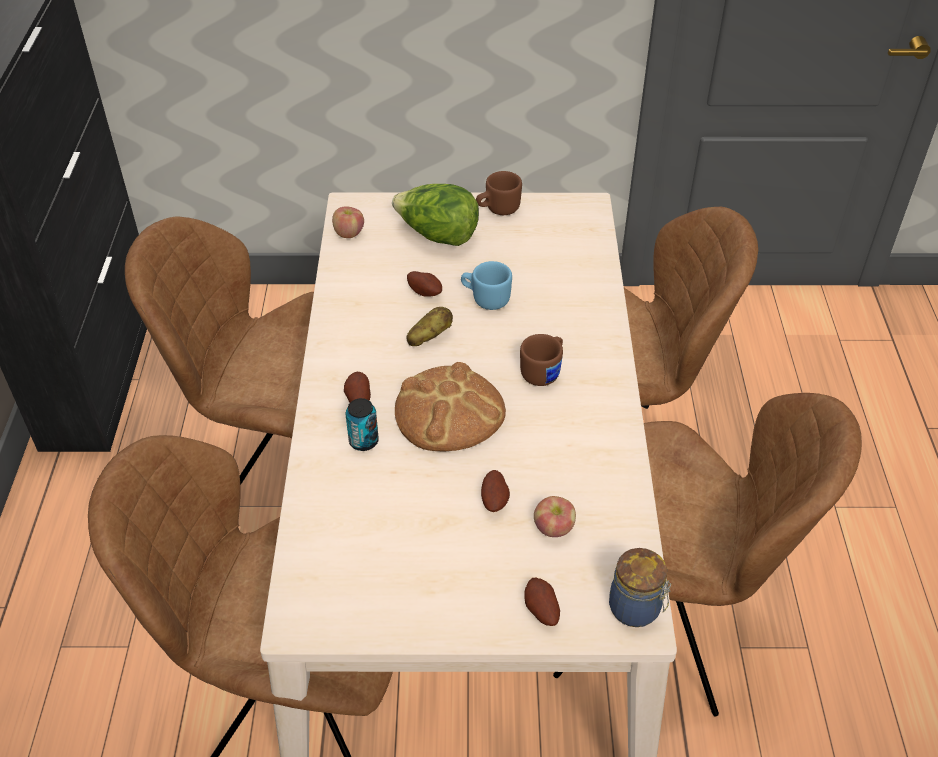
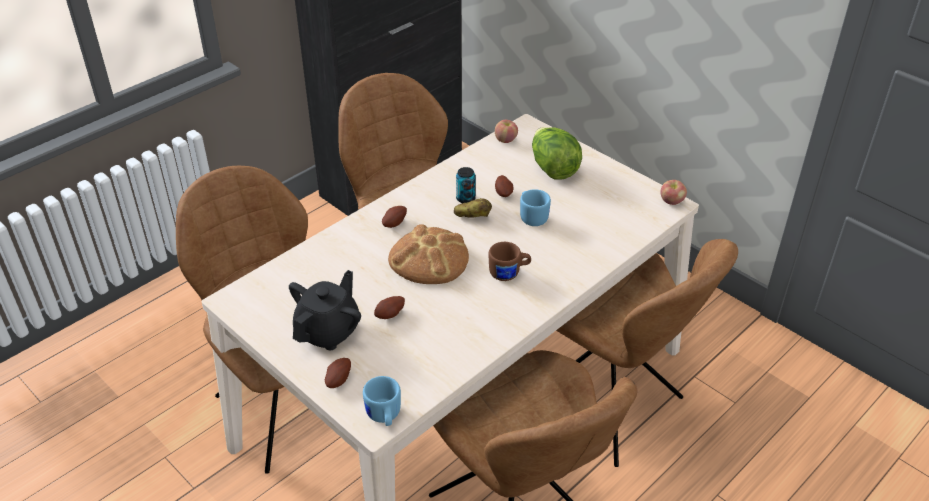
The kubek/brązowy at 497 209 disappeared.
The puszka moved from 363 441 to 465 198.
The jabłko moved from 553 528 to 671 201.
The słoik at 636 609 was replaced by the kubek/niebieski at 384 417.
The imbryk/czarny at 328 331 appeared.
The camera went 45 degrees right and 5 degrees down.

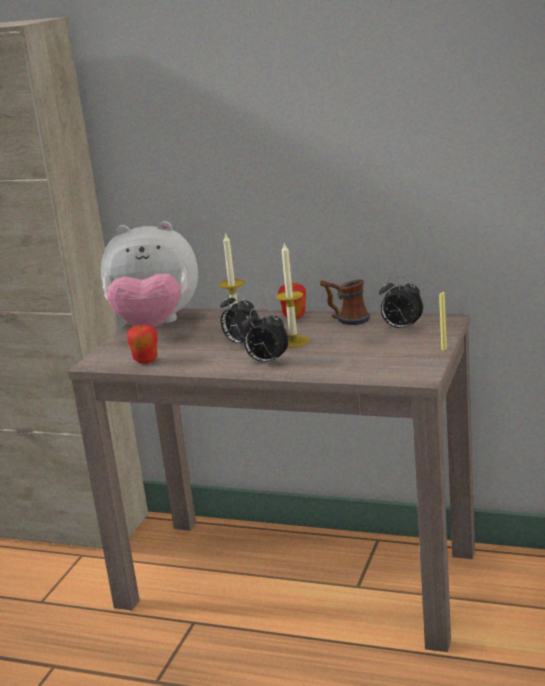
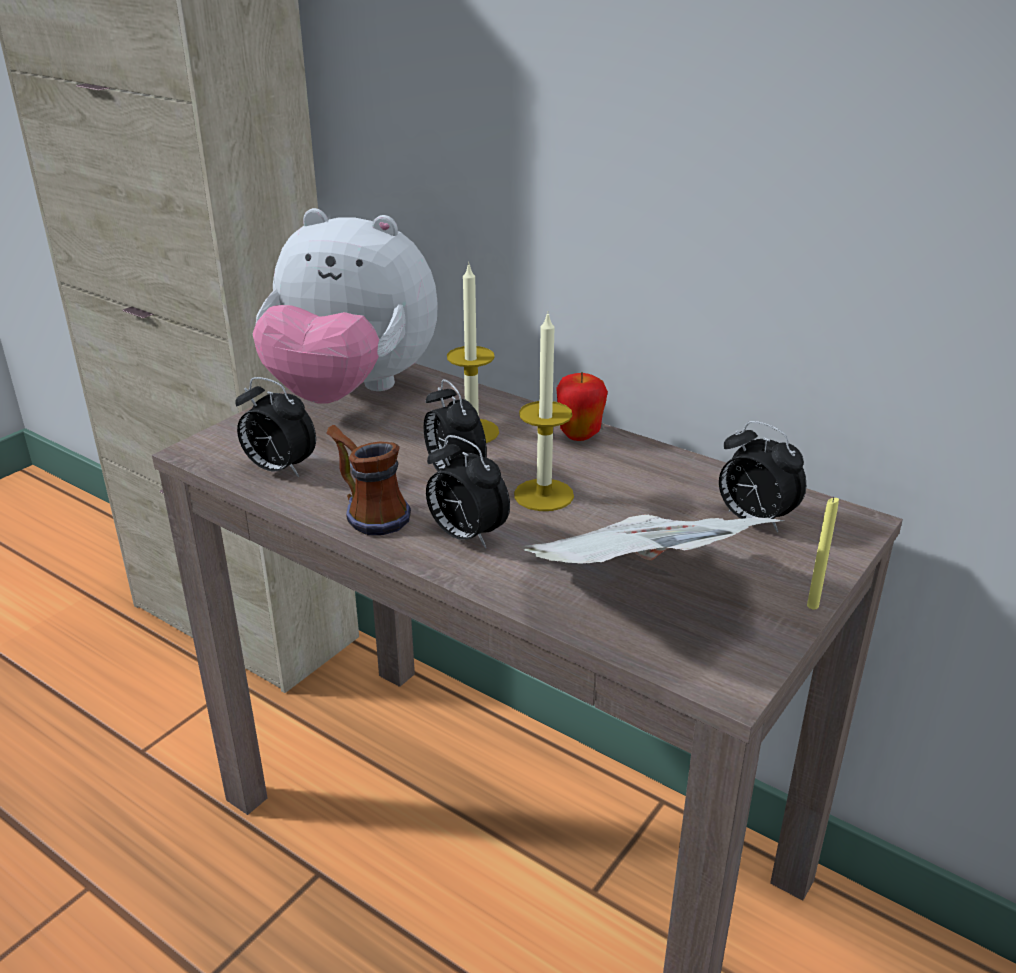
The kubek moved from 346 319 to 367 512.
The jabłko at 146 361 was replaced by the budzik at 279 469.
The gazeta at 640 590 appeared.
The camera went 15 degrees right and 10 degrees up.

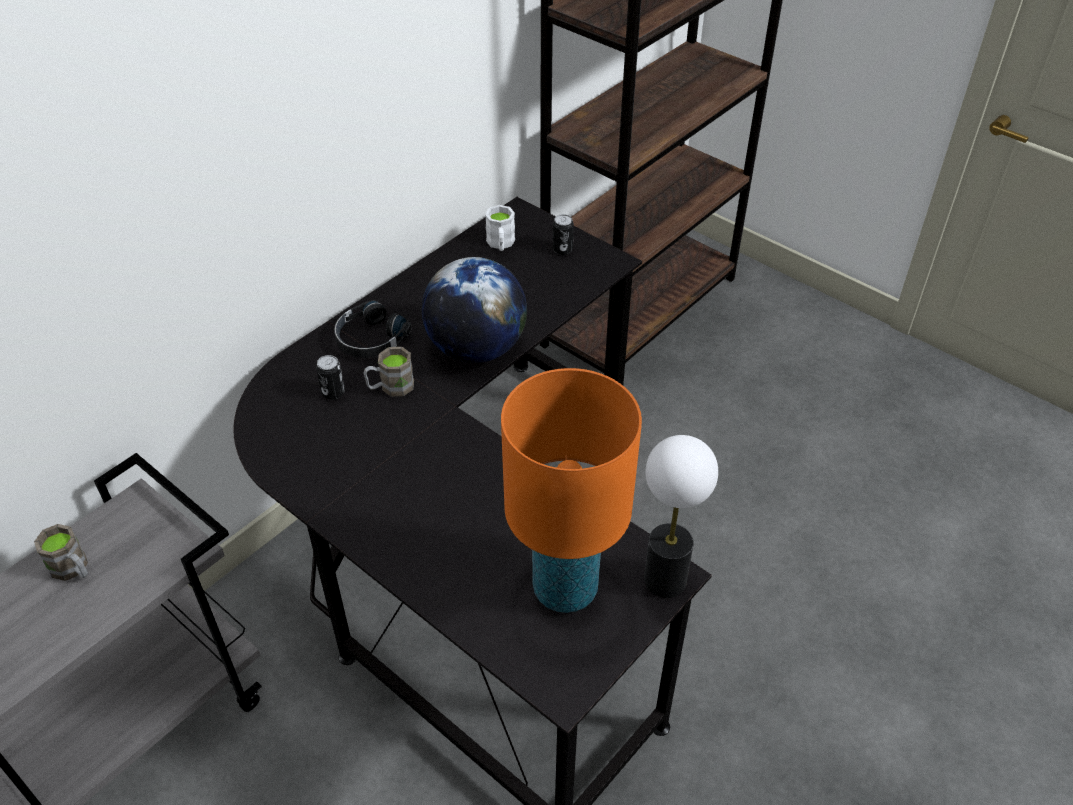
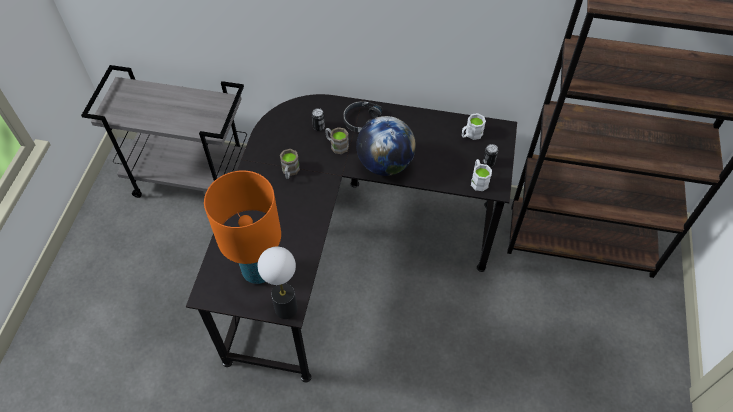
The kubek/brązowy moved from 73 569 to 290 172.
The kubek/biały at 478 180 appeared.
The camera went 60 degrees right and 10 degrees up.

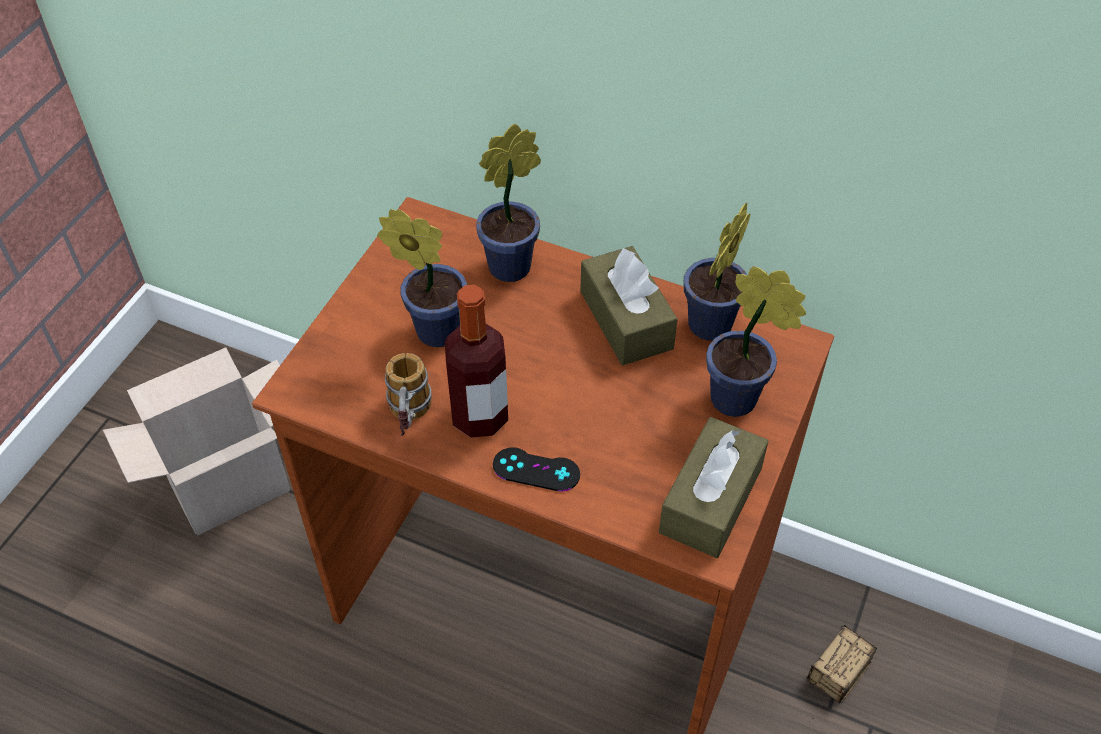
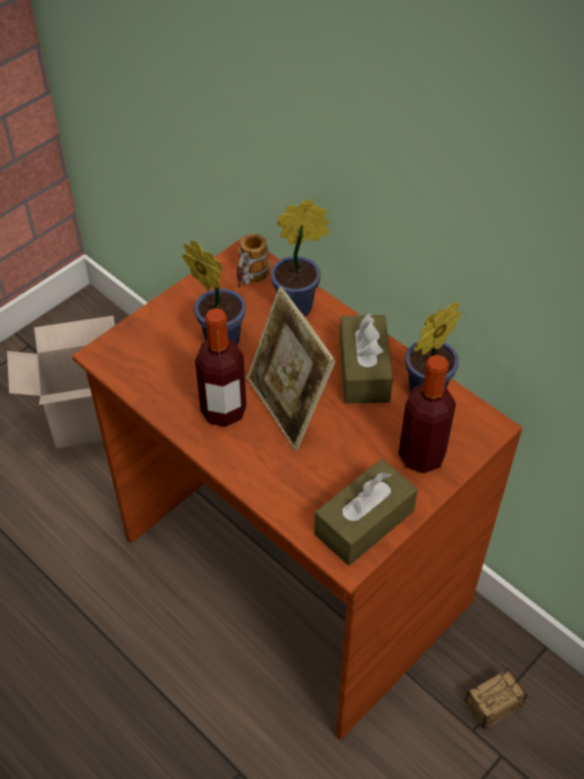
The roślina doniczkowa at 739 401 was replaced by the butelka at 421 456.
The kubek moved from 409 420 to 250 282.
The pad do gier/czarny at 536 470 disappeared.
The ramka na zdjęcie at 288 407 appeared.
The camera went 20 degrees right and 0 degrees up.

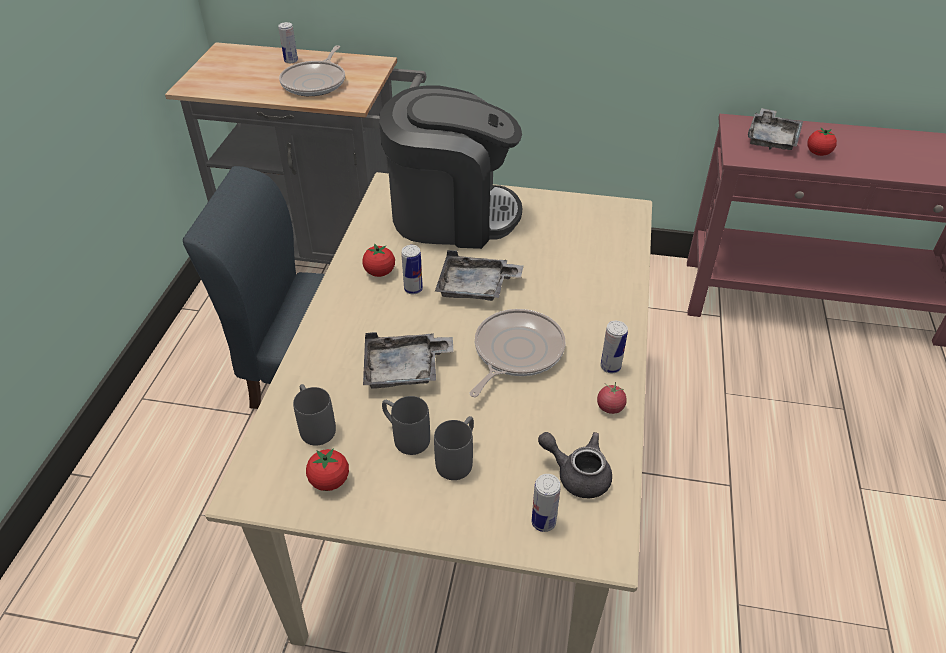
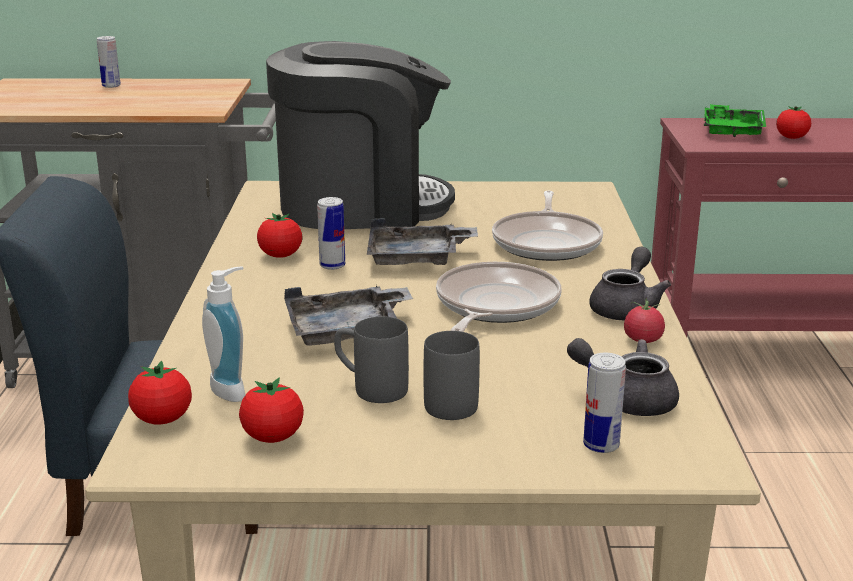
The patelnia moved from 315 82 to 547 242.
The taca/szary at 771 138 became the taca/zielony at 732 131.
The puszka at 610 367 was replaced by the imbryk/szary at 626 308.
The kubek/szary at 315 426 was replaced by the dozownik mydła at 233 389.
The pomidor at 162 419 appeared.
The camera went 10 degrees left and 20 degrees down.

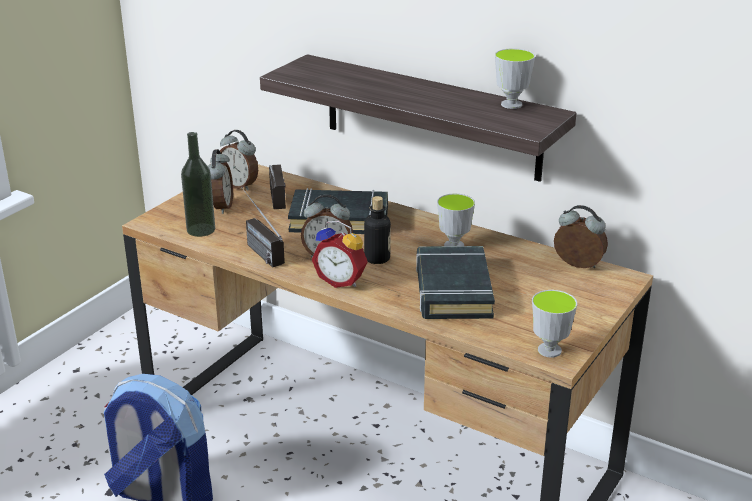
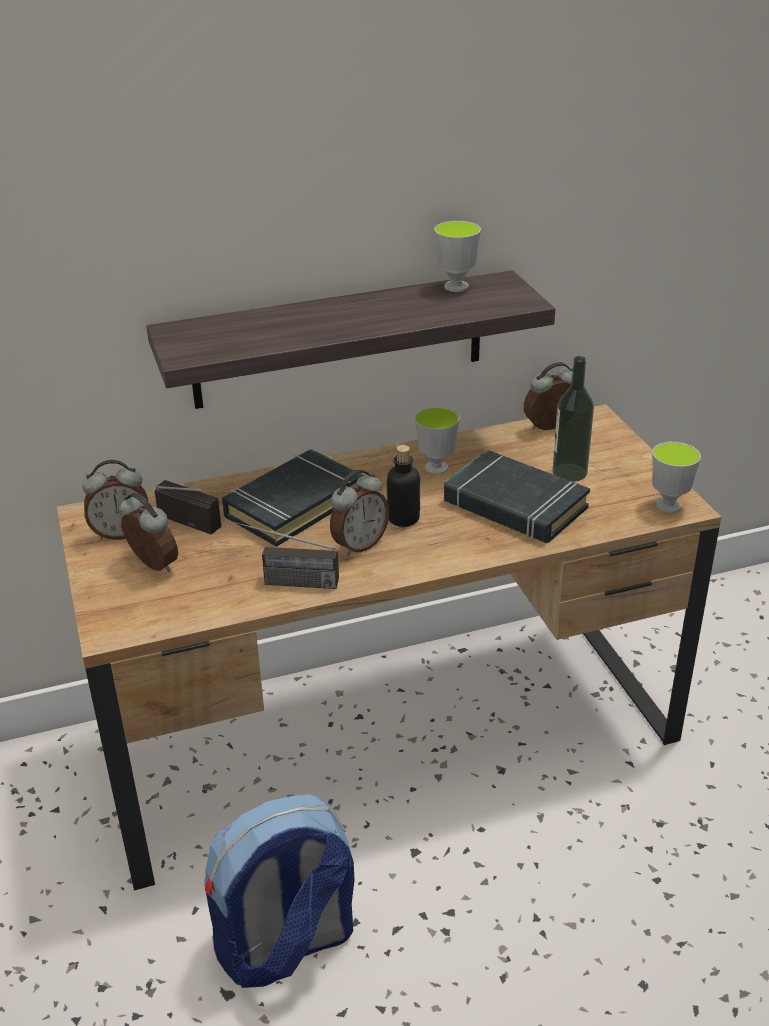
The butelka moved from 201 230 to 569 472.
The budzik at 341 281 disappeared.
The camera went 50 degrees left and 5 degrees up.

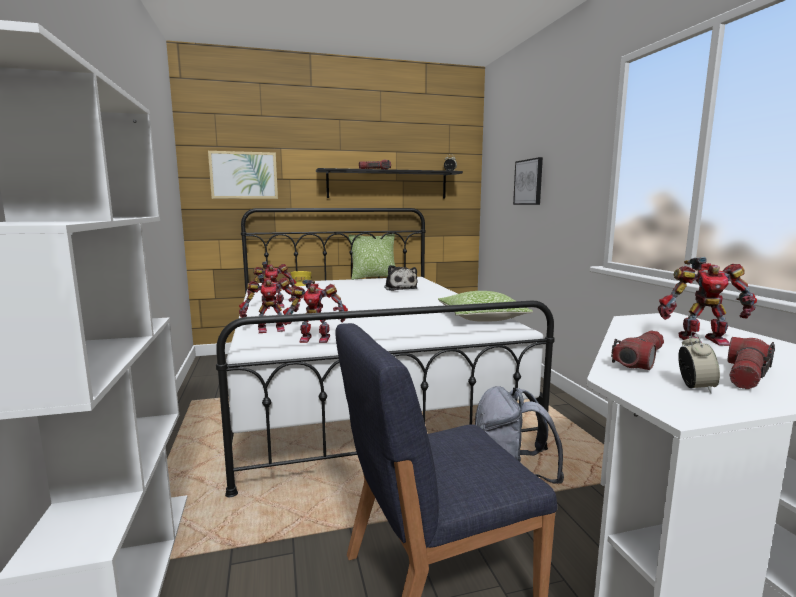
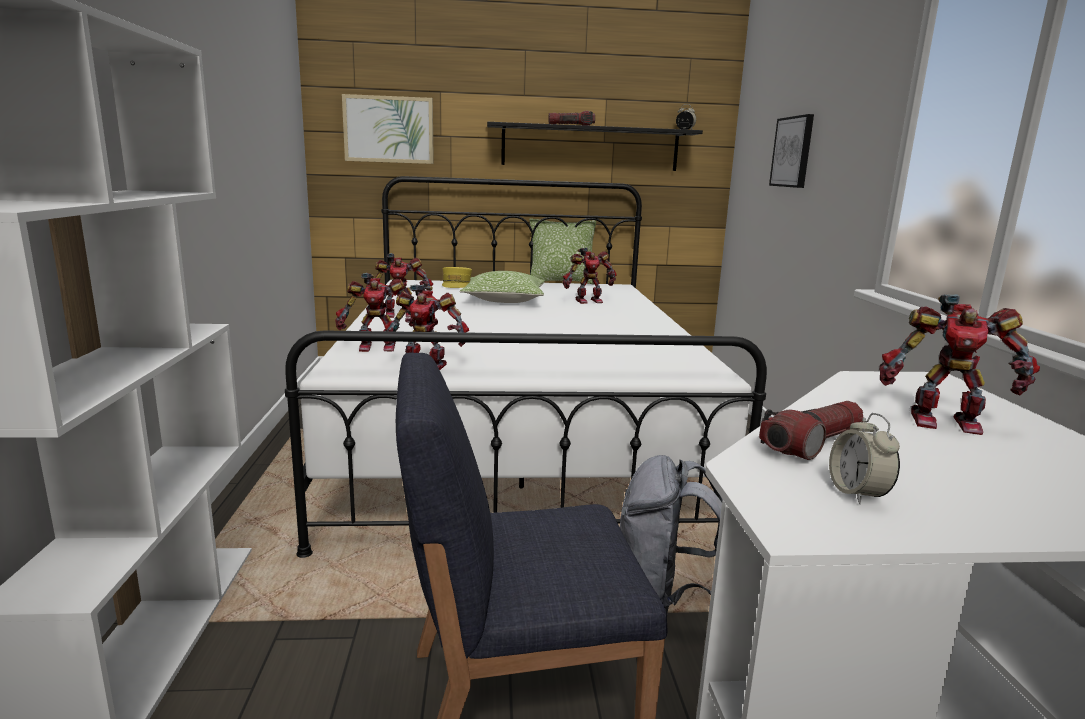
The pluszak at 400 288 was replaced by the robot zabawkowy at 588 301.
The poduszka moved from 481 318 to 504 300.
The budzik at 695 387 turned 150 degrees clockwise.
The latarka at 746 375 disappeared.
The camera went 10 degrees right and 5 degrees up.

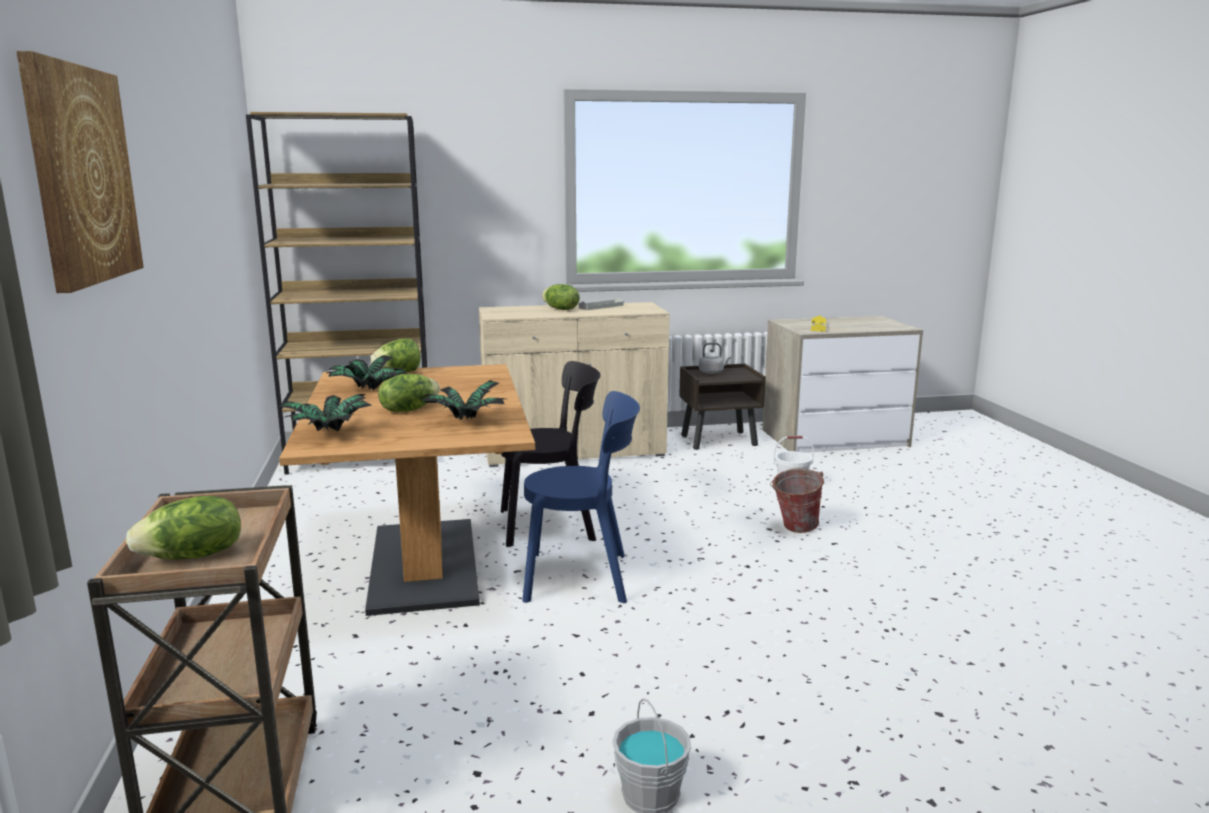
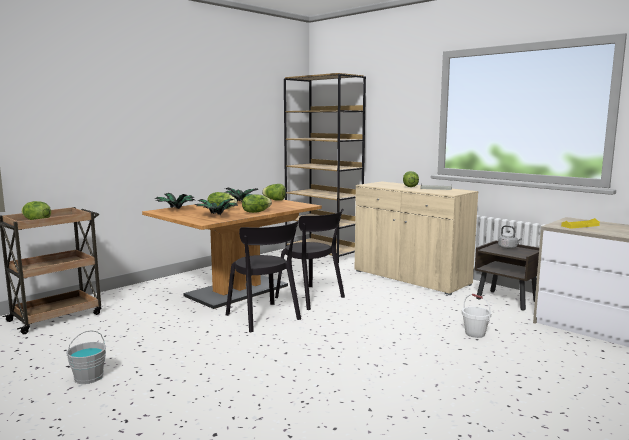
The obraz at 81 175 disappeared.
The krzesło/niebieski at 583 578 became the krzesło/czarny at 264 318.
The wiadro at 794 528 disappeared.
The sałata at 256 212 appeared.
The camera went 55 degrees right and 5 degrees down.

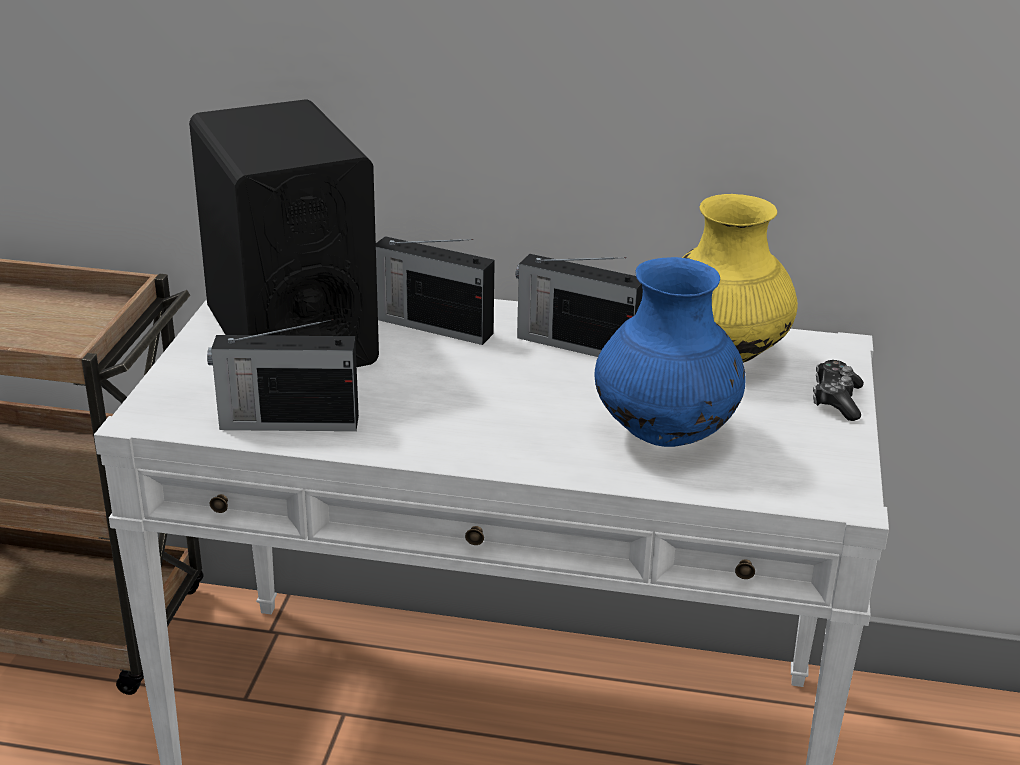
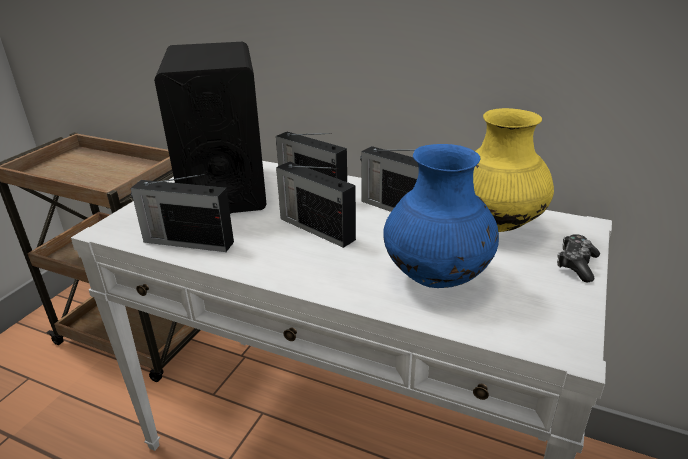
The radio at 315 228 appeared.
The camera went 15 degrees right and 0 degrees up.

